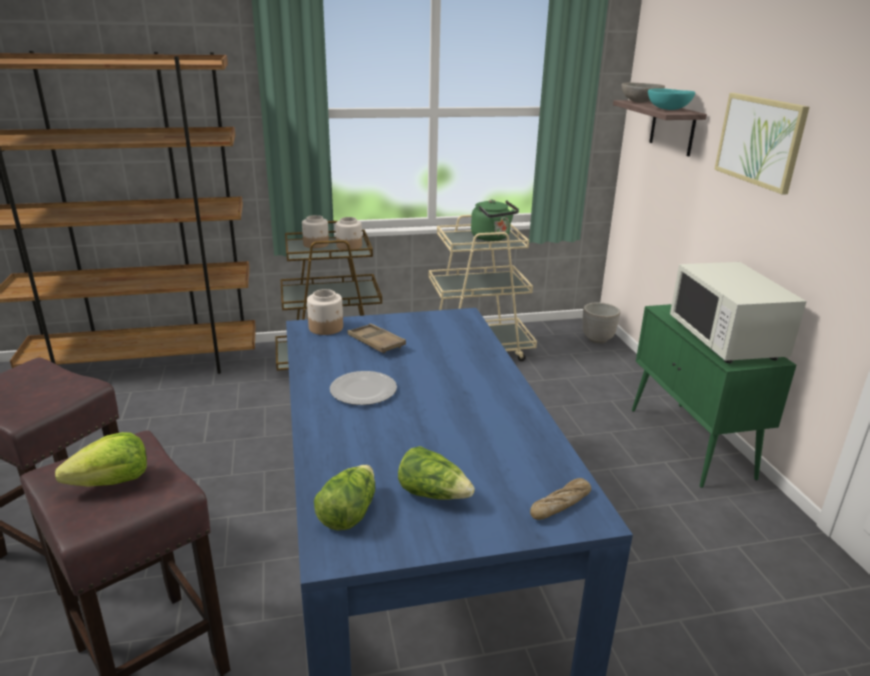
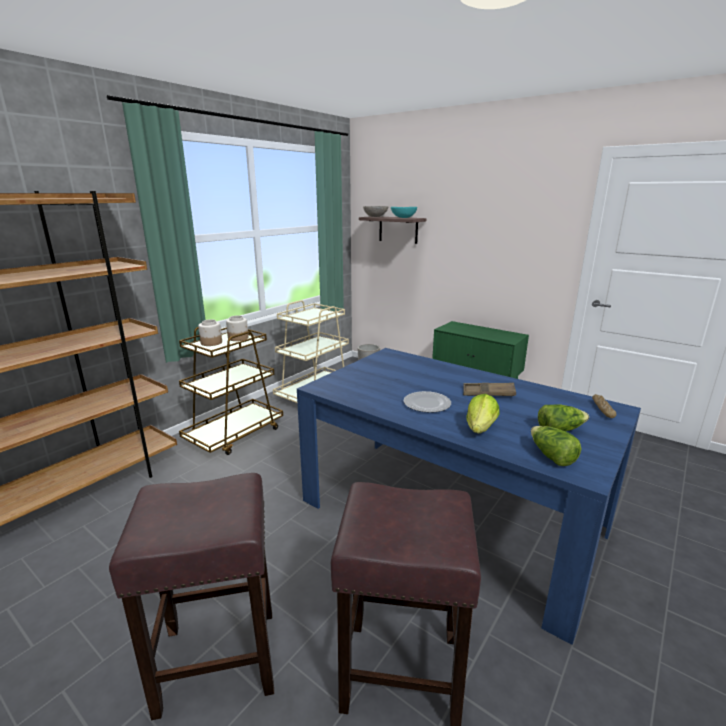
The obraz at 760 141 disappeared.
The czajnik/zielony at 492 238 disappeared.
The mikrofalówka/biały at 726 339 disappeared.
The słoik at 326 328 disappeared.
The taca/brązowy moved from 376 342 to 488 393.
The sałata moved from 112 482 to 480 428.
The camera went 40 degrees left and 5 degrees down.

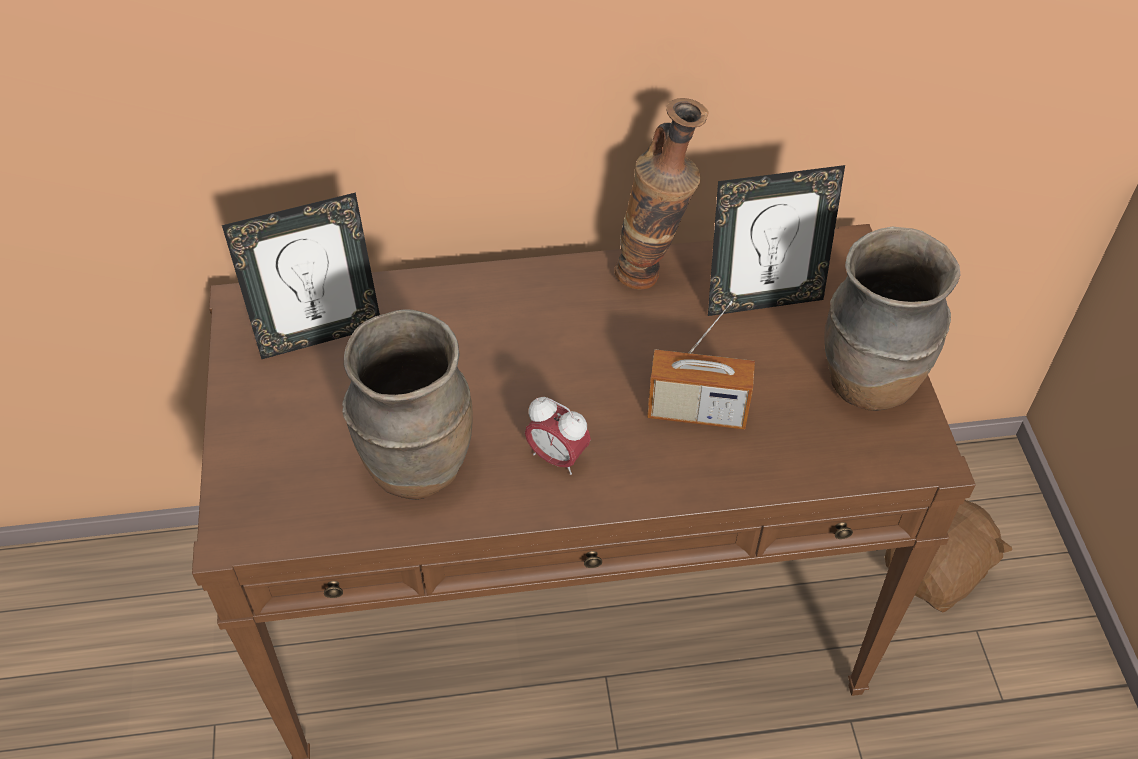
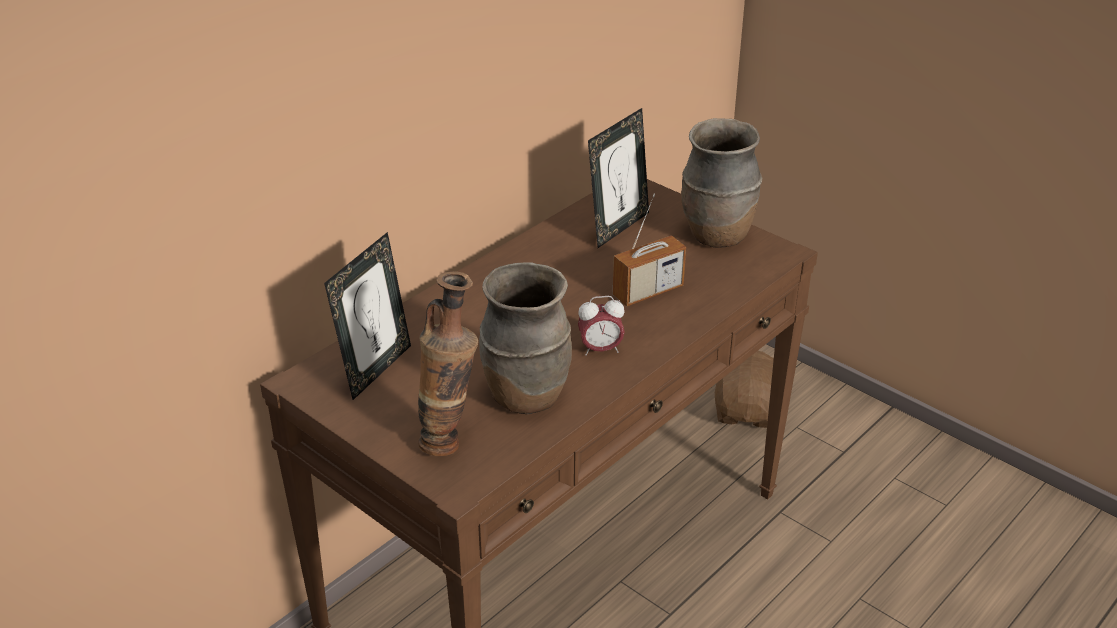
The wazon moved from 652 276 to 450 440.
The camera went 40 degrees left and 15 degrees down.

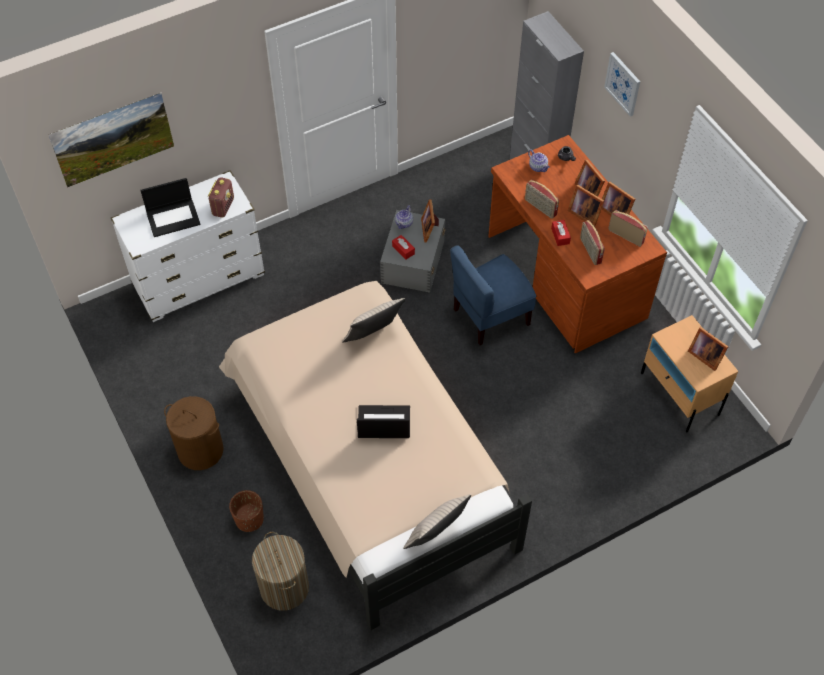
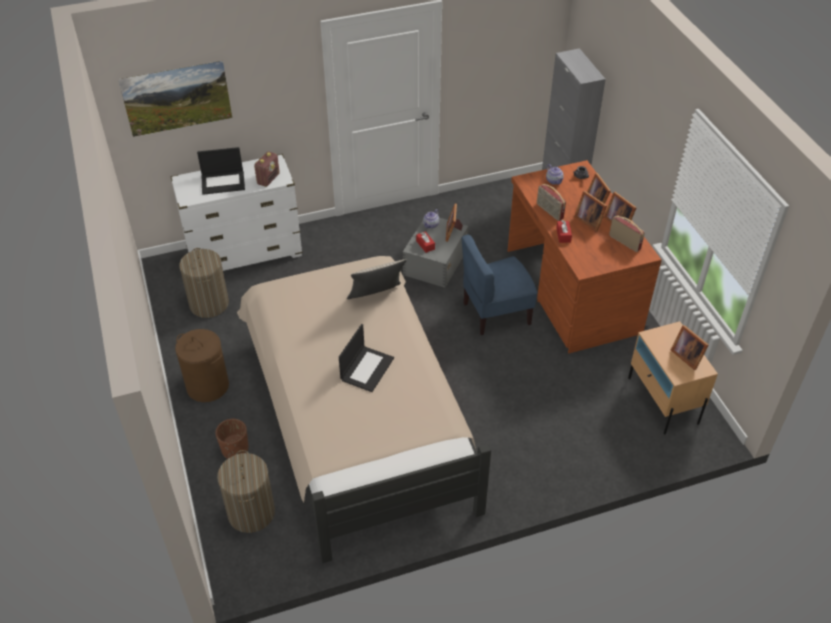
The obraz at 623 83 disappeared.
The radio at 590 251 disappeared.
The laptop at 383 423 turned 105 degrees clockwise.
The poduszka/beżowy at 436 534 disappeared.
The kosz na pranie at 209 304 appeared.
The camera went 10 degrees right and 10 degrees down.

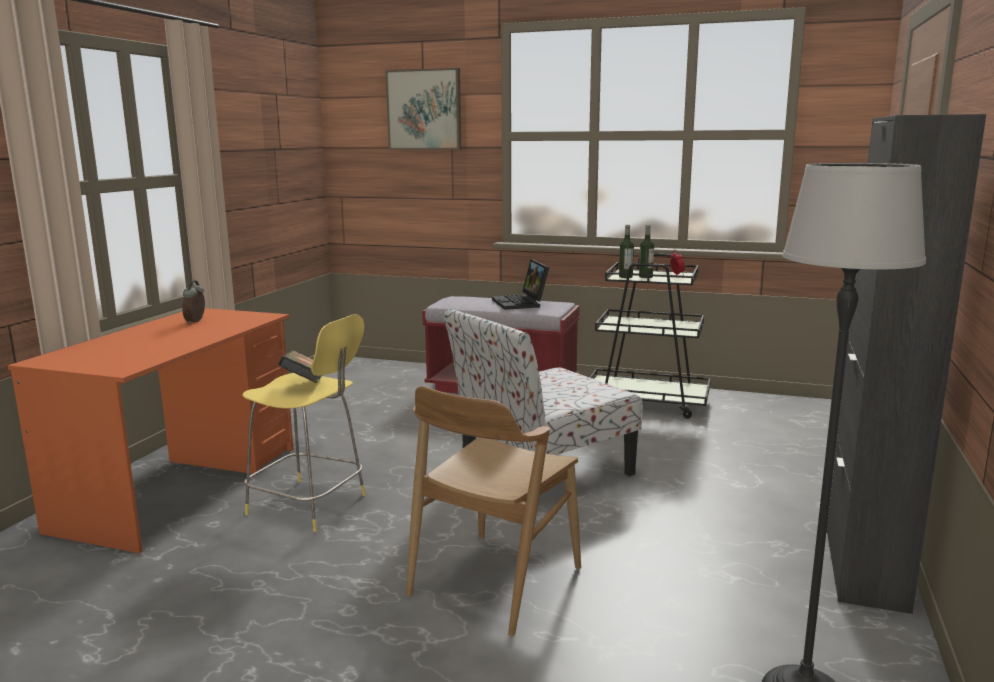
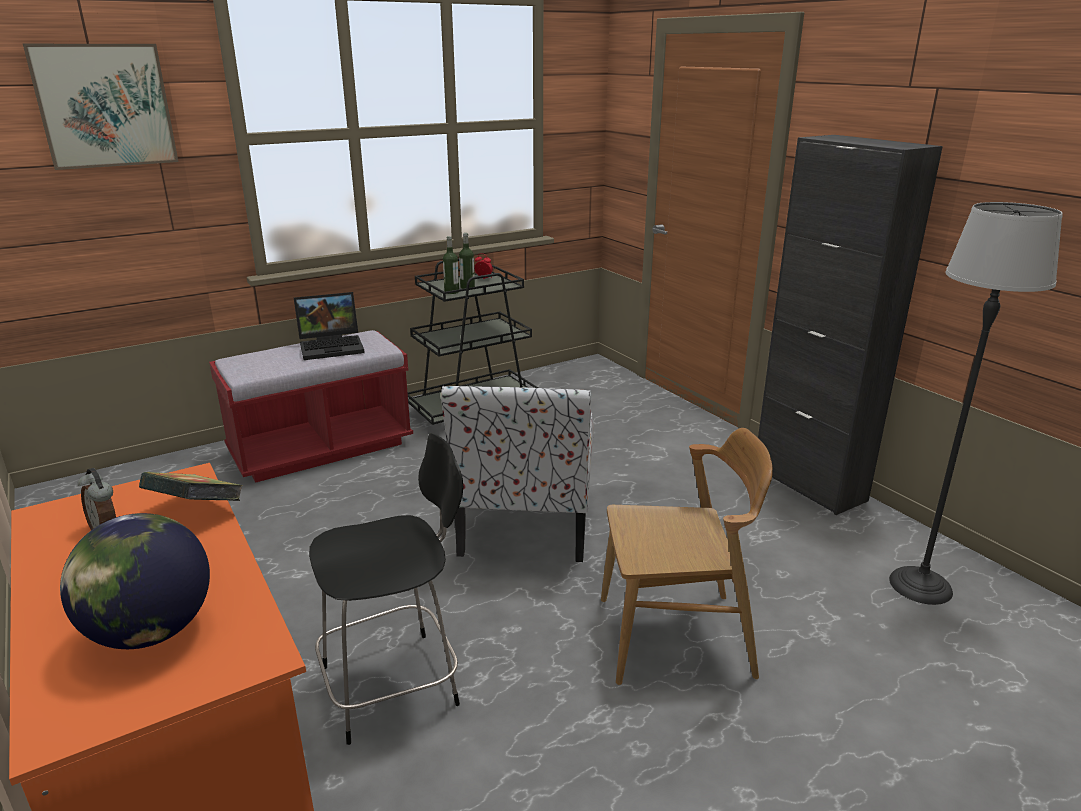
The laptop at 521 303 turned 45 degrees counterclockwise.
The stołek/żółty at 310 505 became the stołek/czarny at 395 683.
The książka moved from 305 384 to 196 510.
The krzesło/brązowy at 494 581 turned 75 degrees counterclockwise.
The globus at 150 632 appeared.
The camera went 50 degrees left and 10 degrees up.

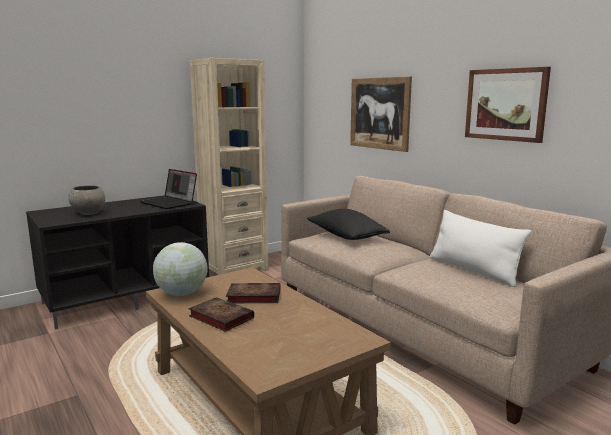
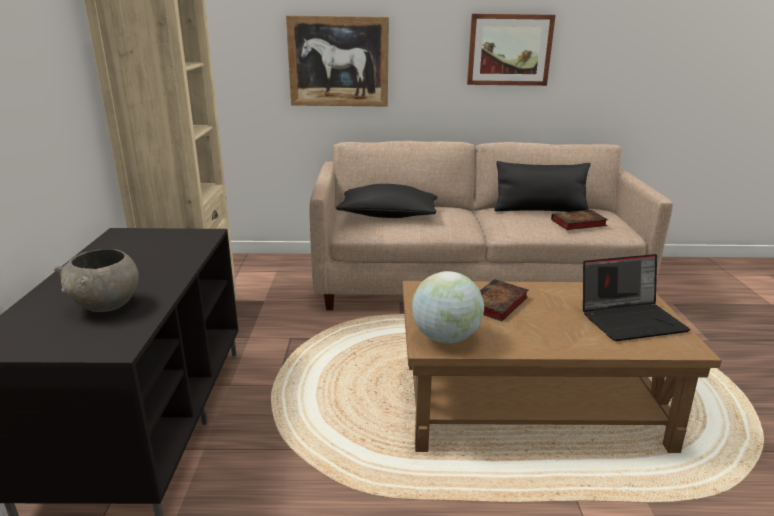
The laptop moved from 170 203 to 631 319.
The poduszka/biały at 473 270 became the poduszka/czarny at 539 210.
The książka moved from 219 317 to 577 223.
The camera went 55 degrees left and 10 degrees up.

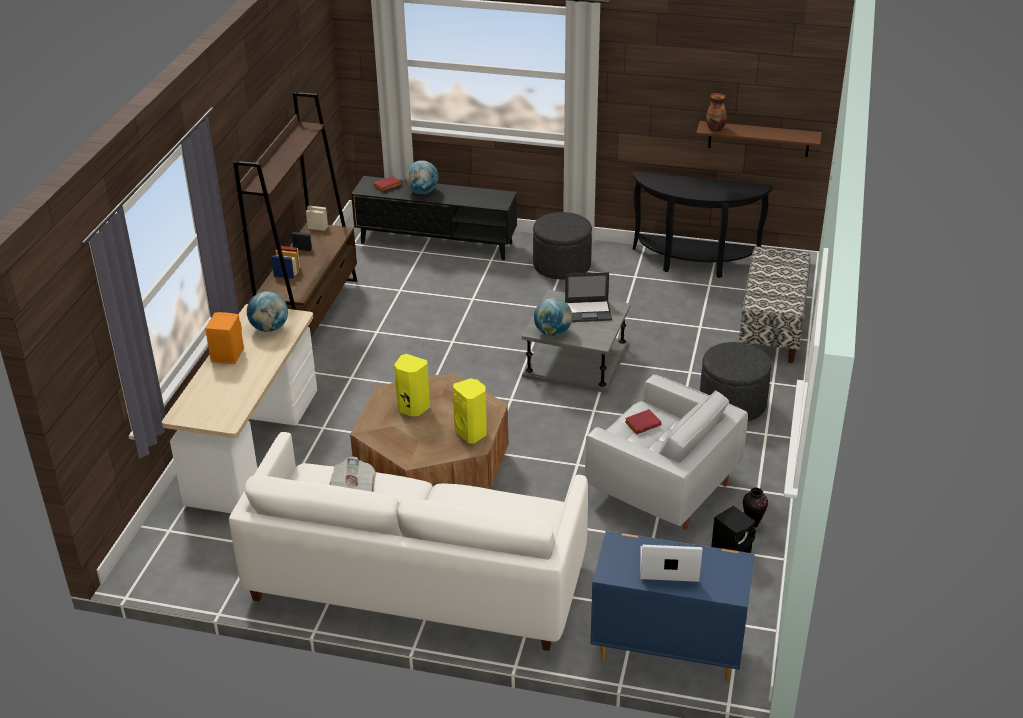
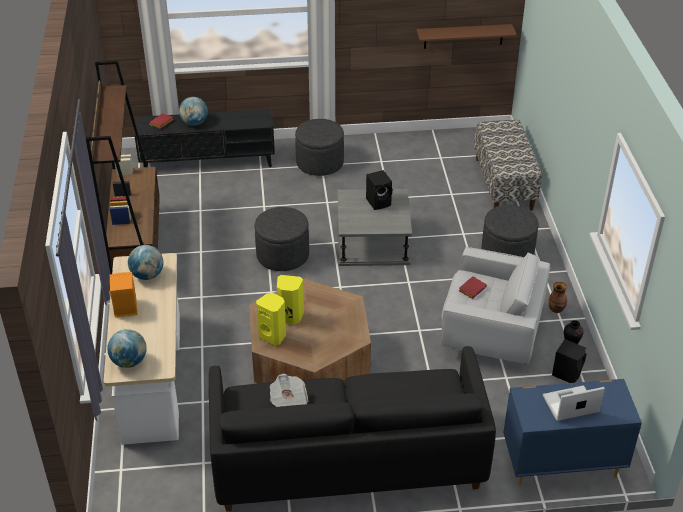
The wazon moved from 716 128 to 556 309.
The stolik konsolowy/czarny at 694 264 disappeared.
The laptop at 588 311 was replaced by the głośnik/czarny at 379 202.
The globus moved from 553 332 to 129 361.
The głośnik/żółty moved from 472 433 to 273 336.
The kanapa/biały at 416 580 became the kanapa/czarny at 347 458.
The pufa/szary at 282 255 appeared.
The camera went 20 degrees left and 5 degrees up.

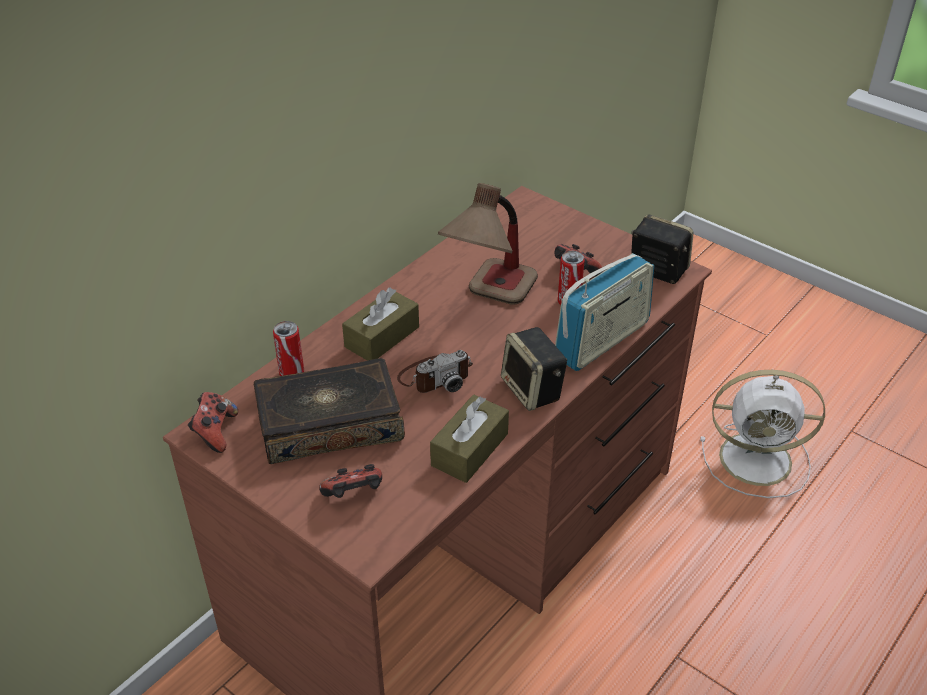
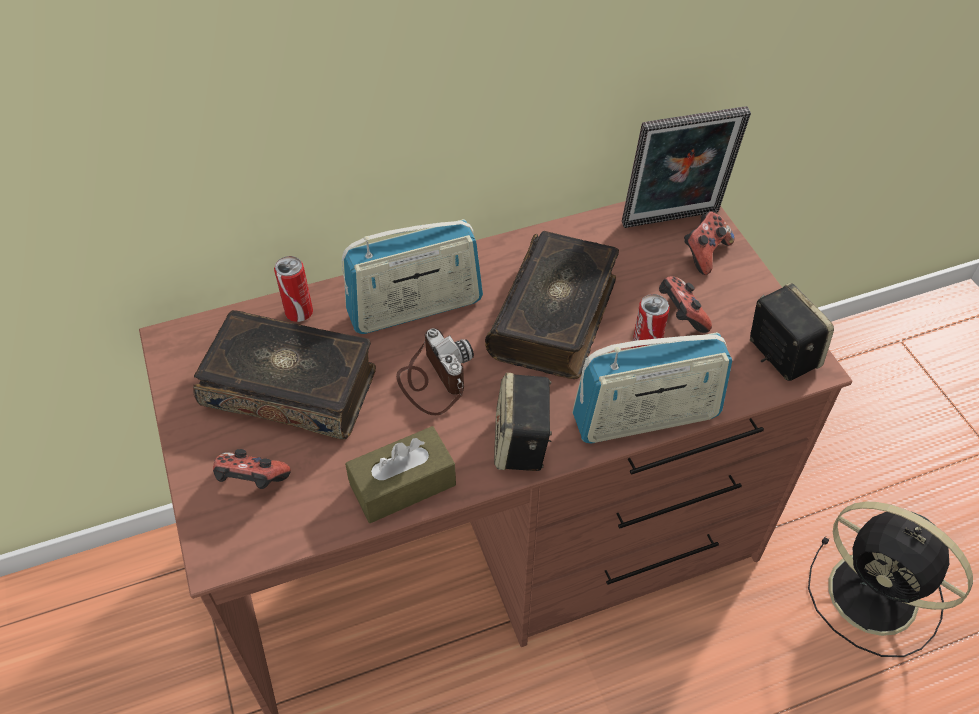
The lampa stołowa at 490 304 was replaced by the książka at 555 317.
The pudełko chusteczek/brązowy at 382 337 was replaced by the radio at 415 308.
The aparat fotograficzny at 435 377 turned 120 degrees counterclockwise.
The wentylator/biały at 758 459 became the wentylator/czarny at 876 596.
The pad do gier moved from 215 432 to 704 253.
The ramka na zdjęcie at 672 221 appeared.
The camera went 30 degrees right and 10 degrees up.

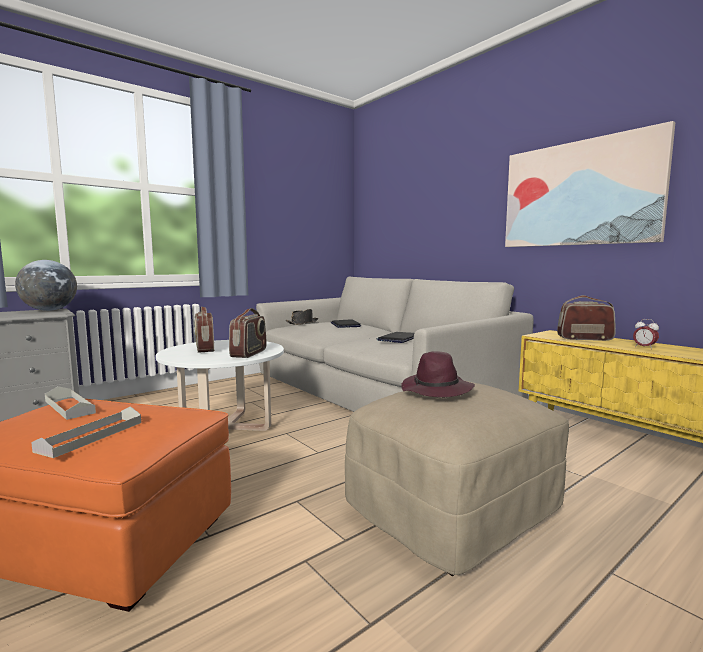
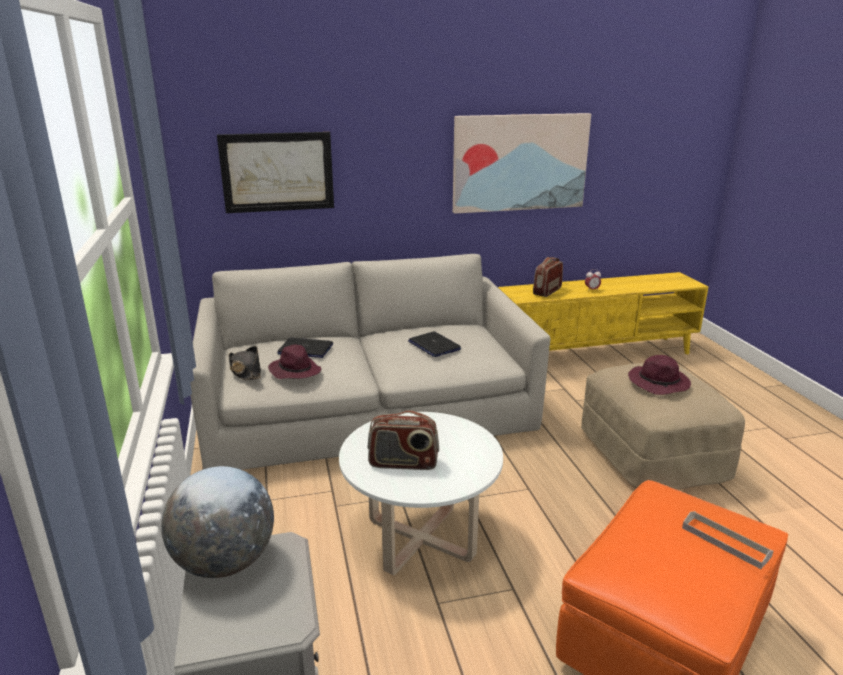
The radio at 249 353 disappeared.
The taca/szary at 69 407 disappeared.
The obraz at 277 172 appeared.
The kapelusz/fioletowy at 294 371 appeared.
The camera went 65 degrees left and 15 degrees up.

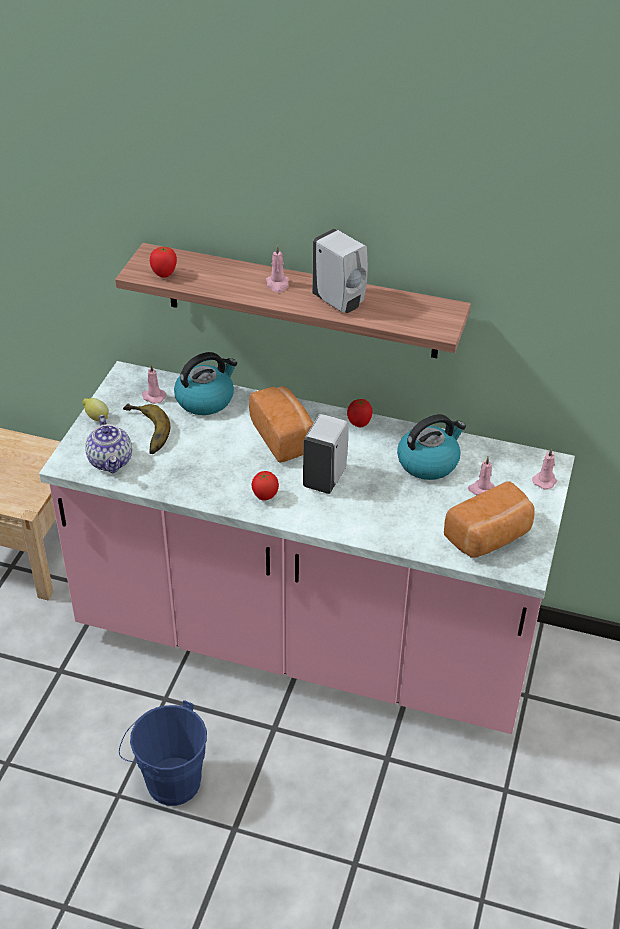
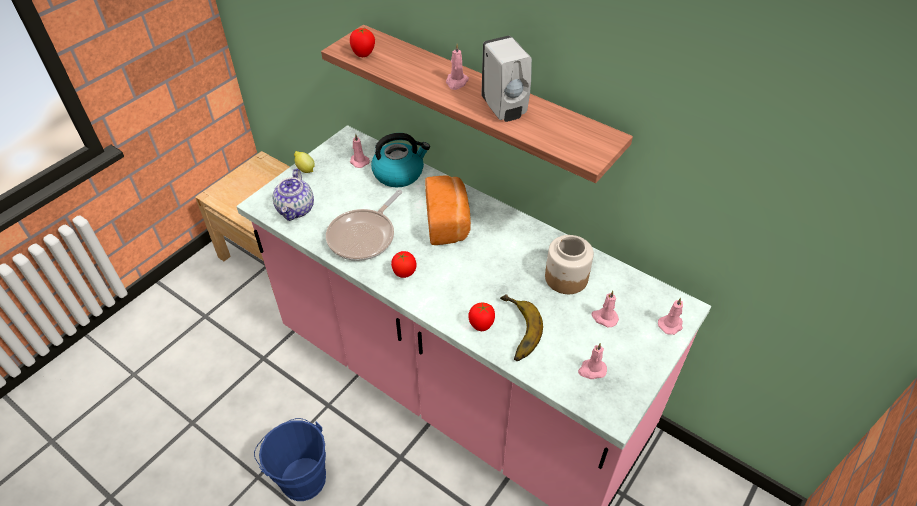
The pomidor moved from 359 424 to 481 326.
The banan moved from 143 432 to 514 331.
The dozownik mydła/biały at 325 478 disappeared.
The czajnik at 428 462 was replaced by the słoik at 565 277.
The chleb at 490 537 was replaced by the świeca/różowy at 592 370.
The patelnia at 364 236 appeared.
The camera went 20 degrees right and 5 degrees up.

